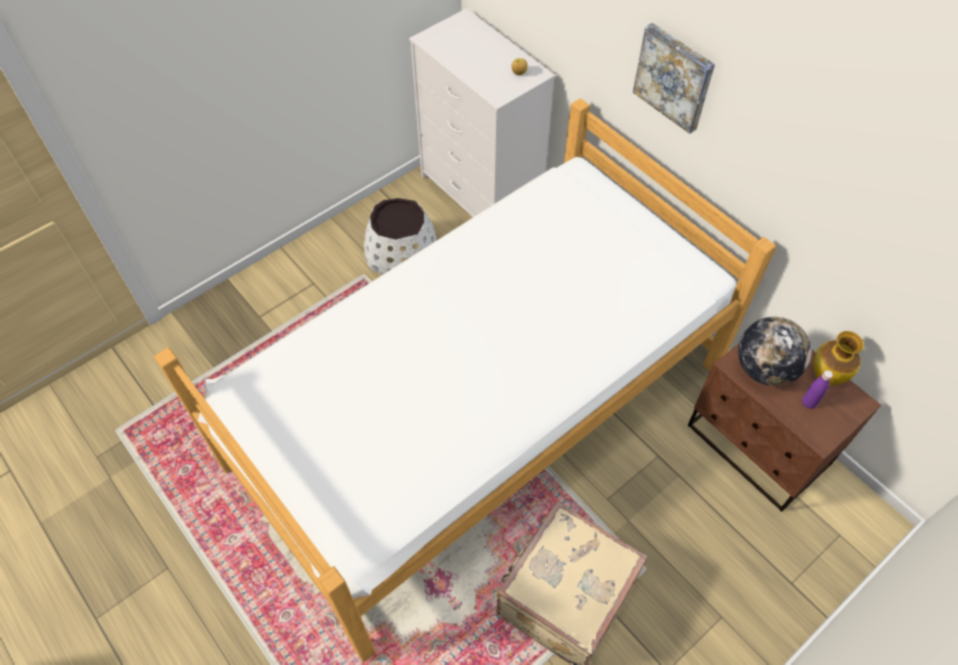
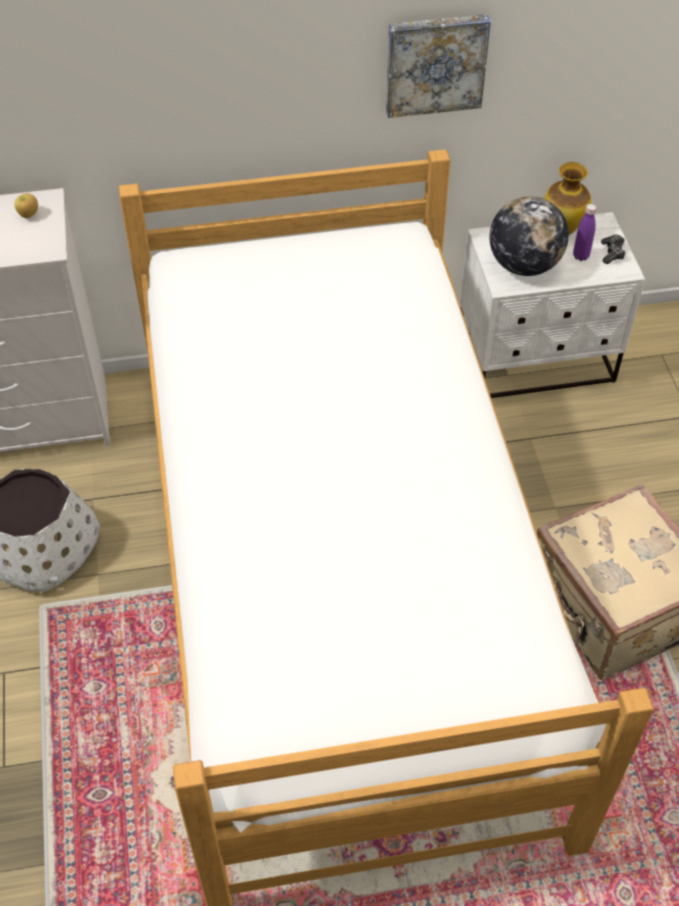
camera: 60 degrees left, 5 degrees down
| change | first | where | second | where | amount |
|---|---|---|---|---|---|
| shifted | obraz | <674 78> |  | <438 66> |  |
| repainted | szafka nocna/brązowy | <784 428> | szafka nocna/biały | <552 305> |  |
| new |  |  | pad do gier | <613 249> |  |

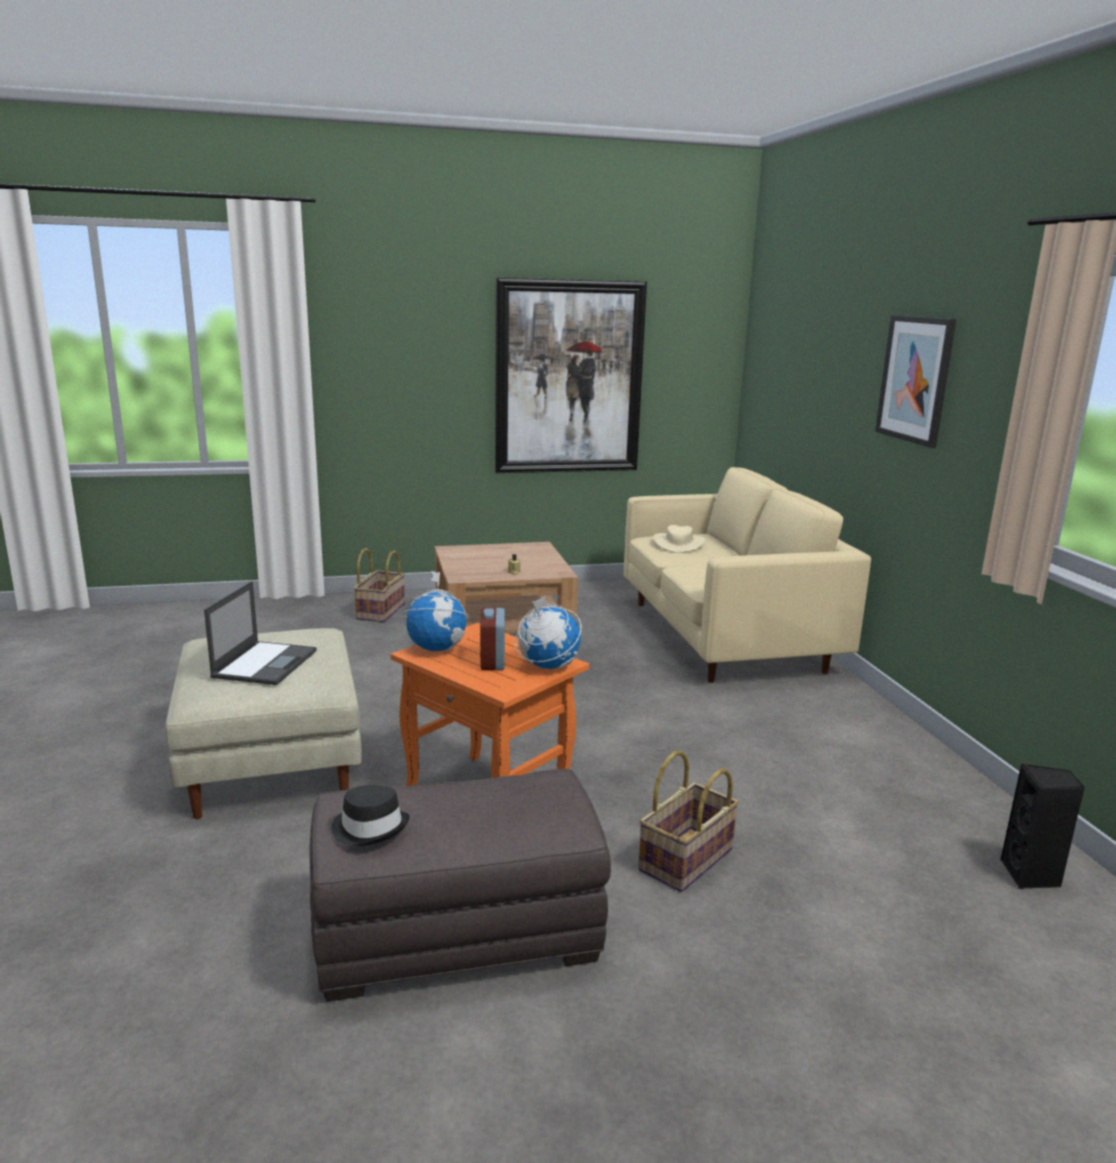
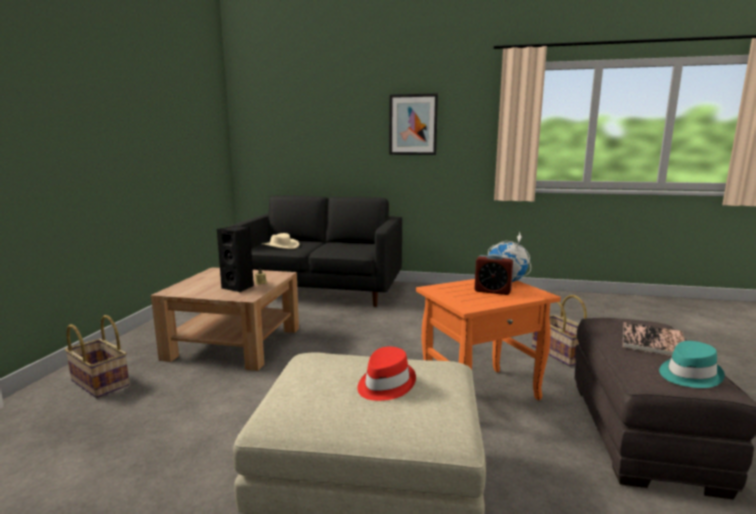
camera: 65 degrees left, 5 degrees down
| change | first | where | second | where | amount |
|---|---|---|---|---|---|
| swapped | laptop | <260 633> | kapelusz/czerwony | <386 374> |  |
| repainted | kapelusz/czarny | <370 815> | kapelusz/turkusowy | <692 364> |  |
| gone | globus | <436 611> |  |  |  |
| gone | obraz | <571 375> |  |  |  |
| repainted | kanapa/beżowy | <747 575> | kanapa/czarny | <316 251> |  |
| shifted | głośnik/czarny | <1042 826> |  | <235 259> |  |
| new |  |  | książka | <654 339> |  |

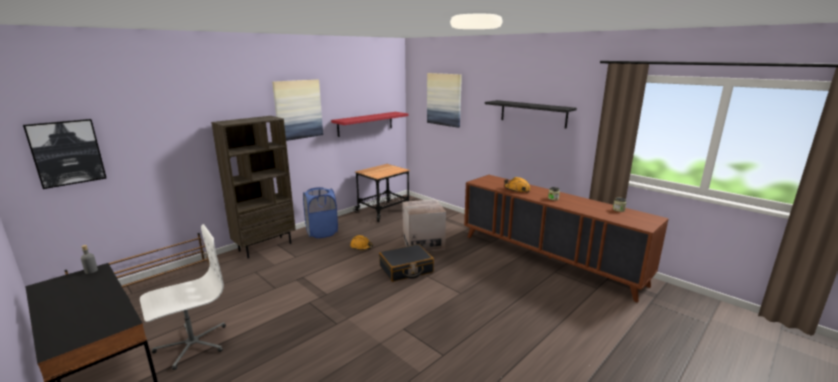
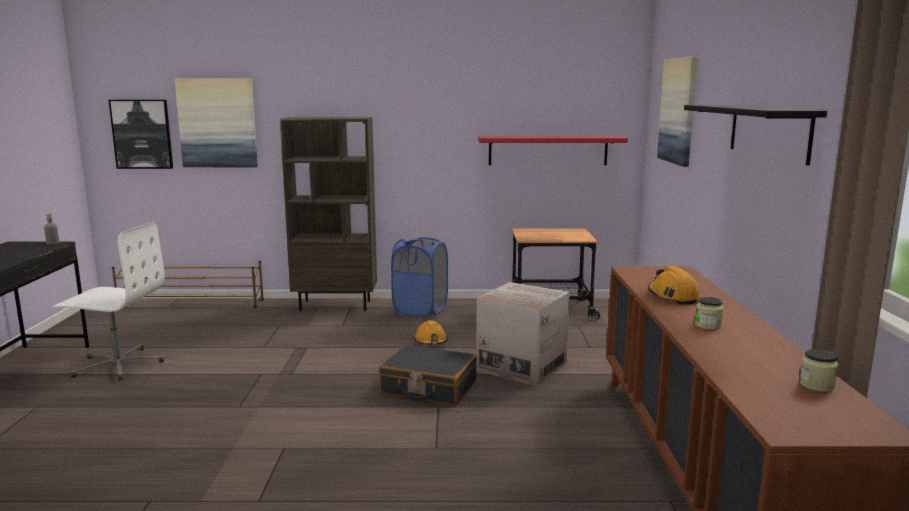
camera: 45 degrees right, 5 degrees down
| change | first | where | second | where | amount |
|---|---|---|---|---|---|
| shifted | obraz | <297 110> |  | <216 122> |  |

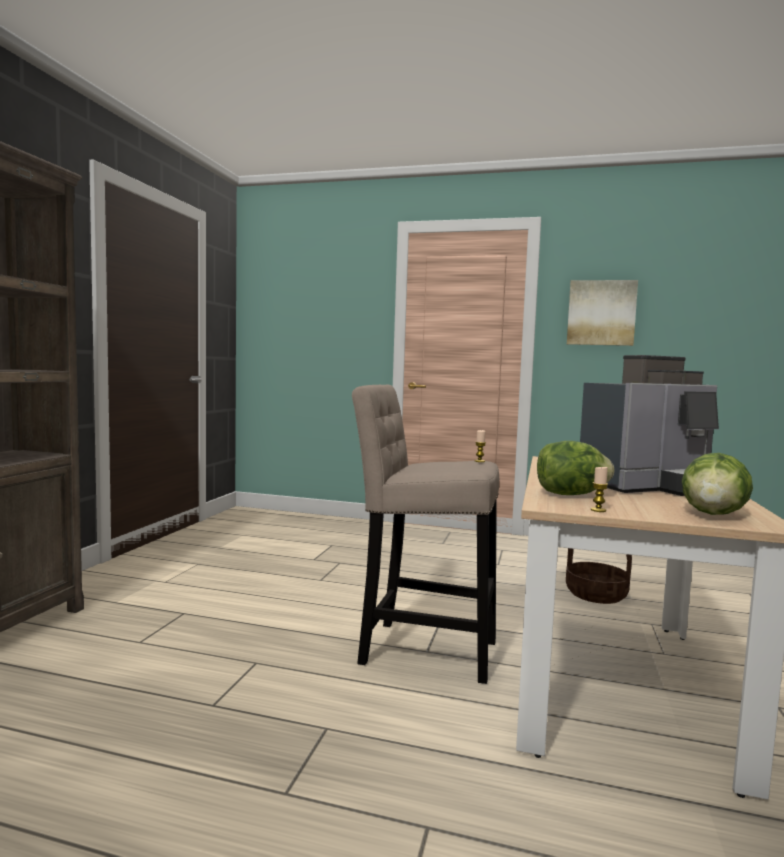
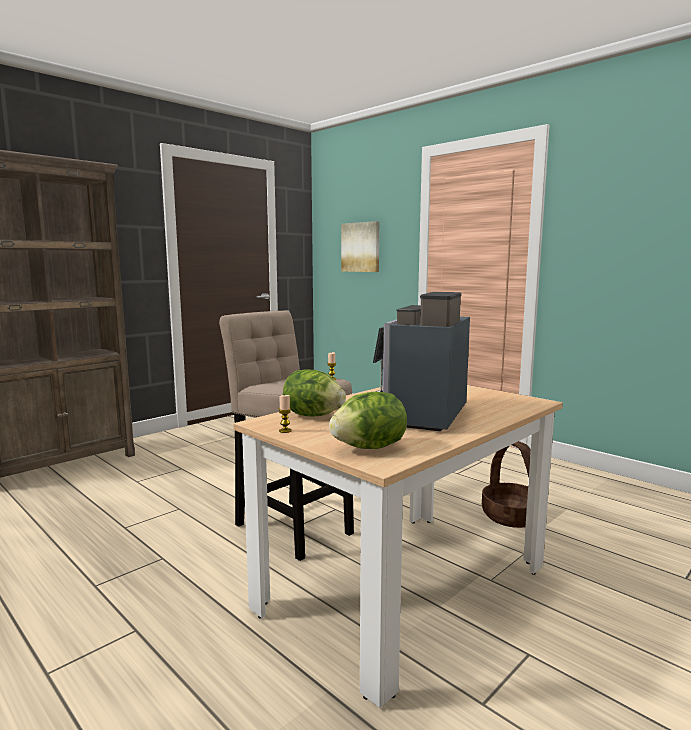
camera: 30 degrees right, 5 degrees up
| change | first | where | second | where | amount |
|---|---|---|---|---|---|
| shifted | obraz | <602 313> |  | <360 246> |  |
| rotated | ekspres do kawy | <649 425> |  | <421 361> | 105 degrees clockwise |

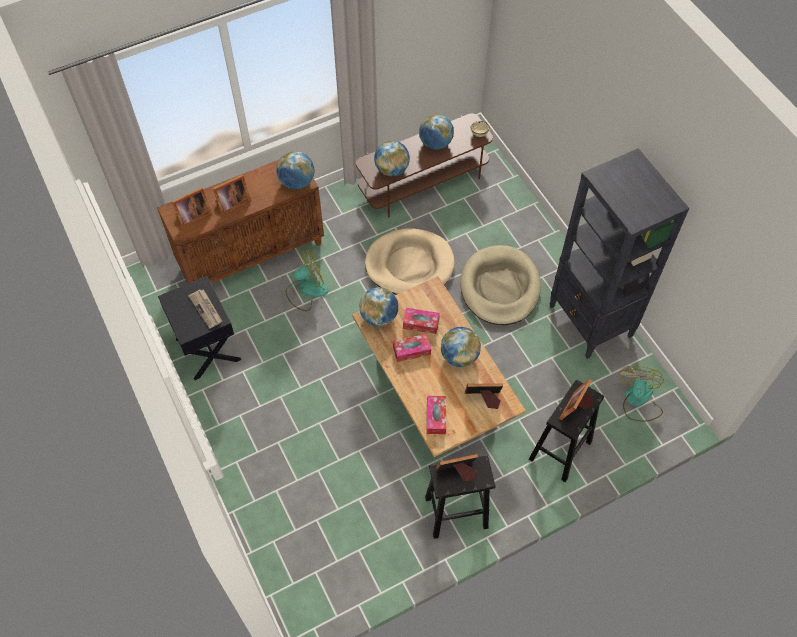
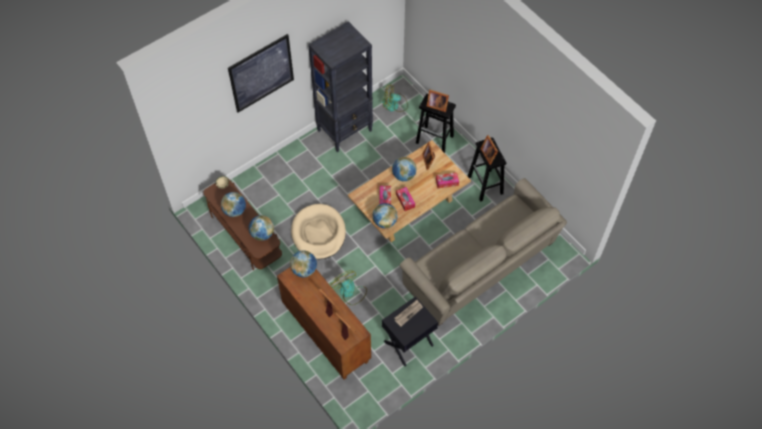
camera: 100 degrees left, 0 degrees up
| change | first | where | second | where | amount |
|---|---|---|---|---|---|
| gone | legowisko/beżowy | <500 285> |  |  |  |
| new |  |  | obraz | <261 73> |  |
| new |  |  | kanapa/beżowy | <483 252> |  |

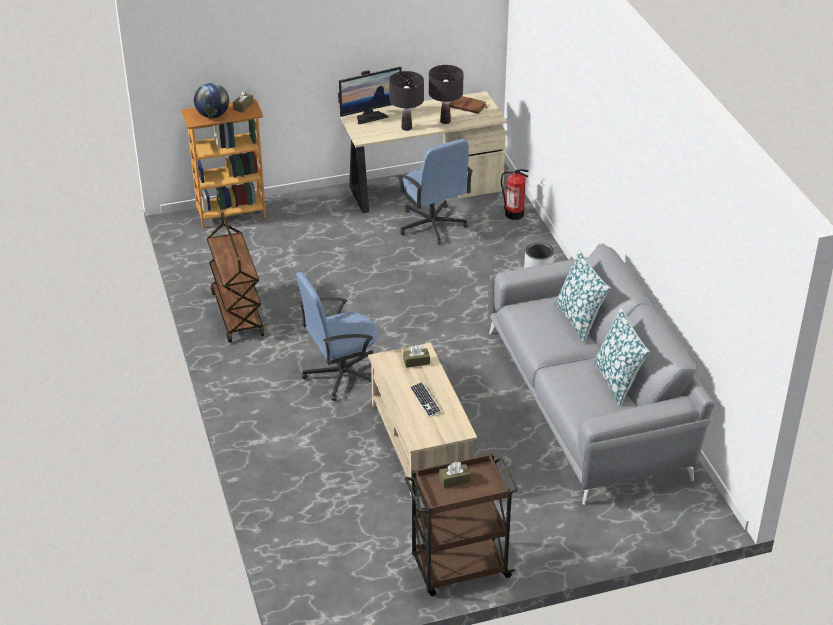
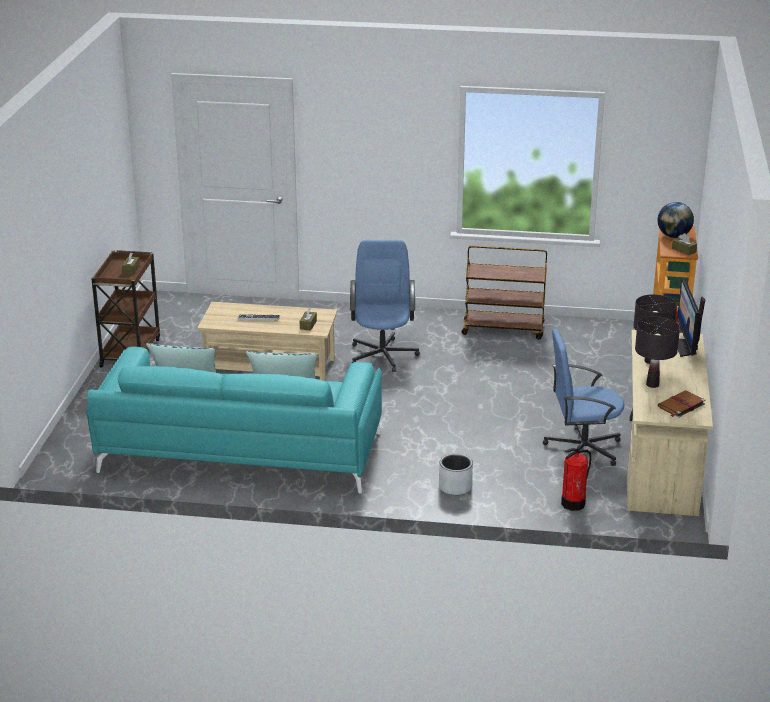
camera: 115 degrees right, 10 degrees down
| change | first | where | second | where | amount |
|---|---|---|---|---|---|
| repainted | kanapa/szary | <601 374> | kanapa/turkusowy | <234 420> |  |

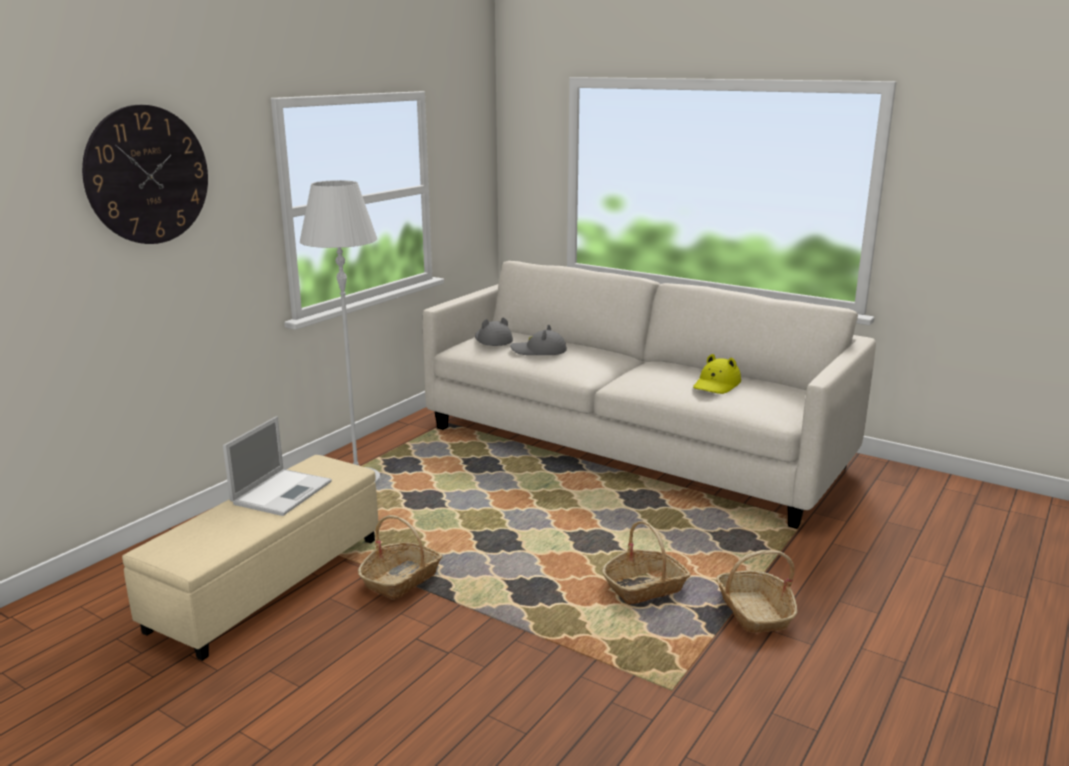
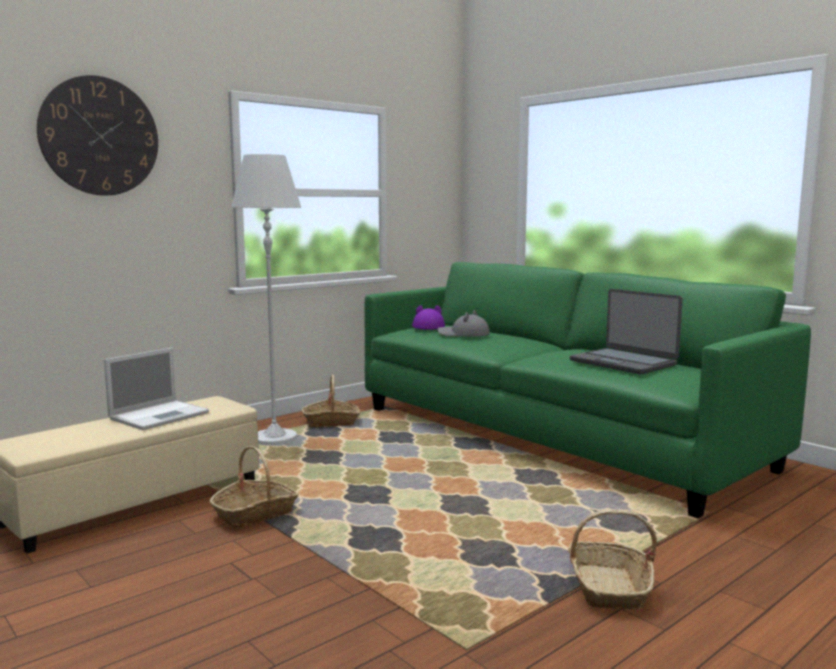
camera: 15 degrees right, 10 degrees down
| change | first | where | second | where | amount |
|---|---|---|---|---|---|
| repainted | kanapa/biały | <649 395> | kanapa/zielony | <587 390> |  |
| repainted | kapelusz/szary | <494 332> | kapelusz/fioletowy | <428 317> |  |
| shifted | koszyk | <646 562> |  | <331 401> |  |
| swapped | kapelusz/żółty | <717 374> | laptop | <626 331> |  |

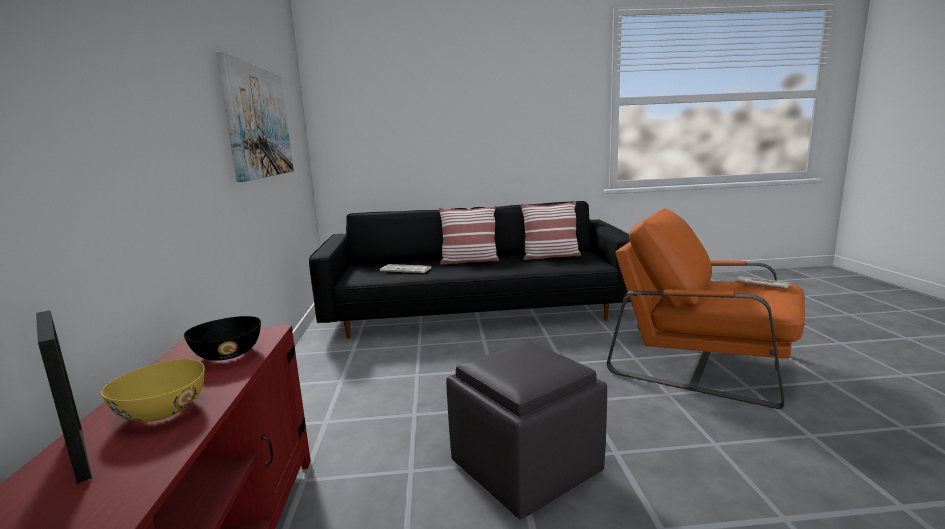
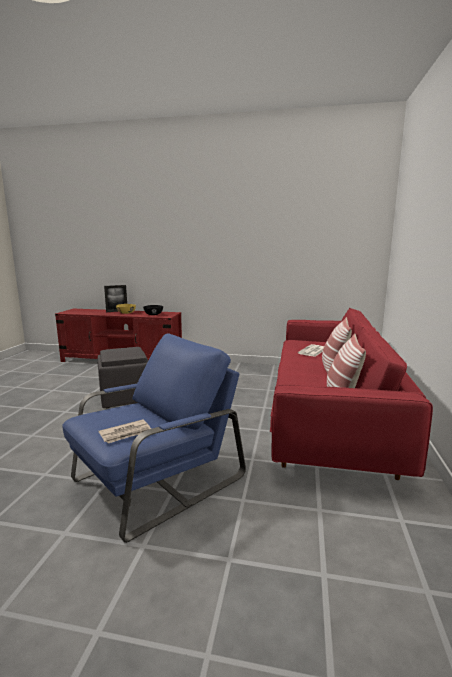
camera: 105 degrees right, 0 degrees up
| change | first | where | second | where | amount |
|---|---|---|---|---|---|
| gone | obraz | <255 116> |  |  |  |
| repainted | kanapa/czarny | <470 270> | kanapa/czerwony | <351 394> |  |
| repainted | fotel/pomarańczowy | <706 309> | fotel/niebieski | <154 438> |  |

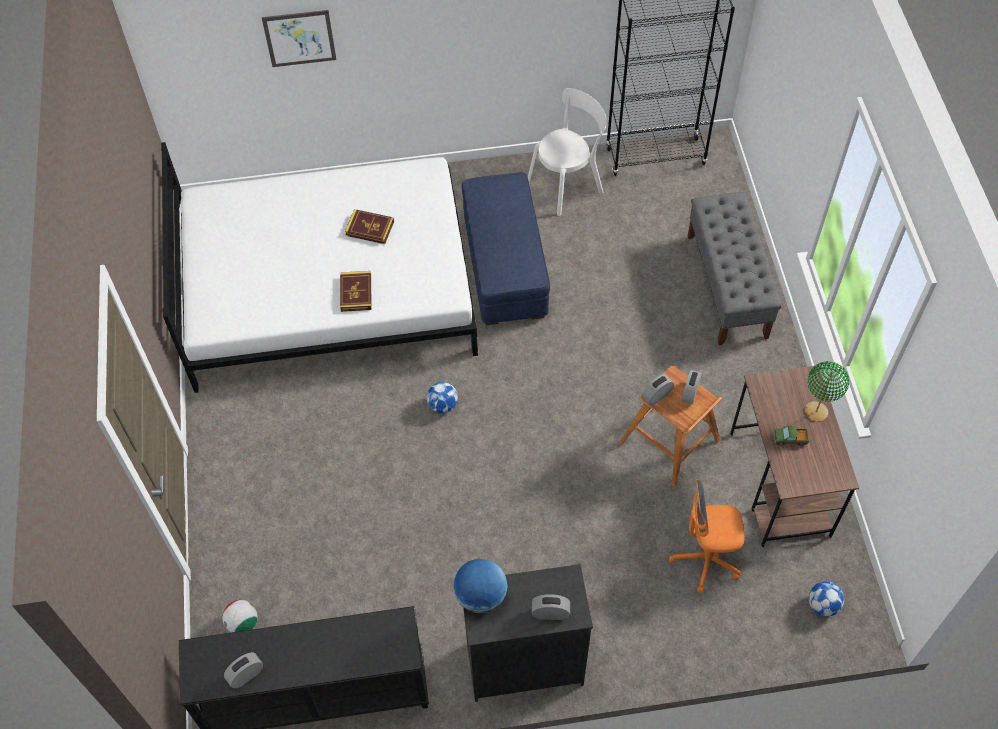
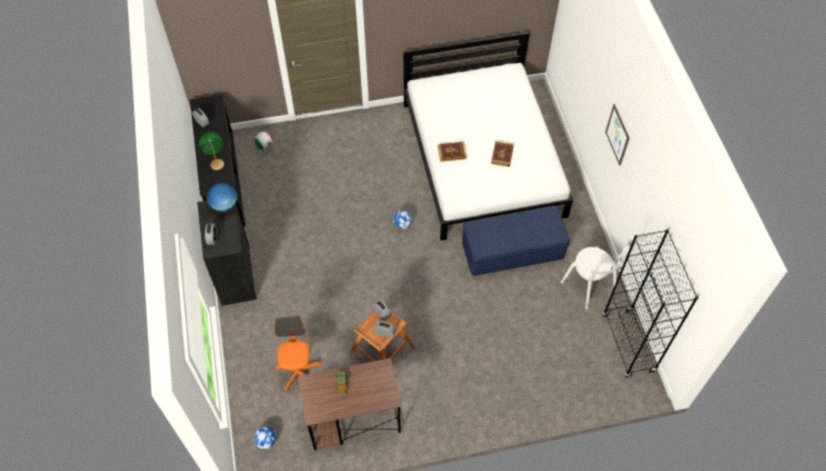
camera: 85 degrees right, 0 degrees up
| change | first | where | second | where | amount |
|---|---|---|---|---|---|
| shifted | obraz | <299 38> |  | <617 135> |  |
| gone | ławka/szary | <735 268> |  |  |  |
| shifted | lampa stołowa/zielony | <827 391> |  | <211 151> |  |

